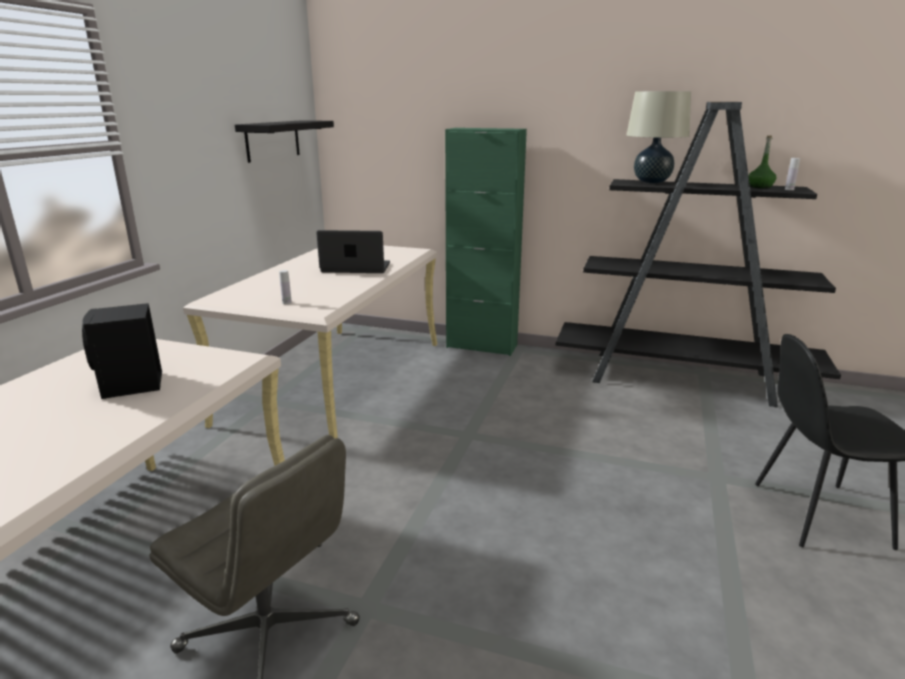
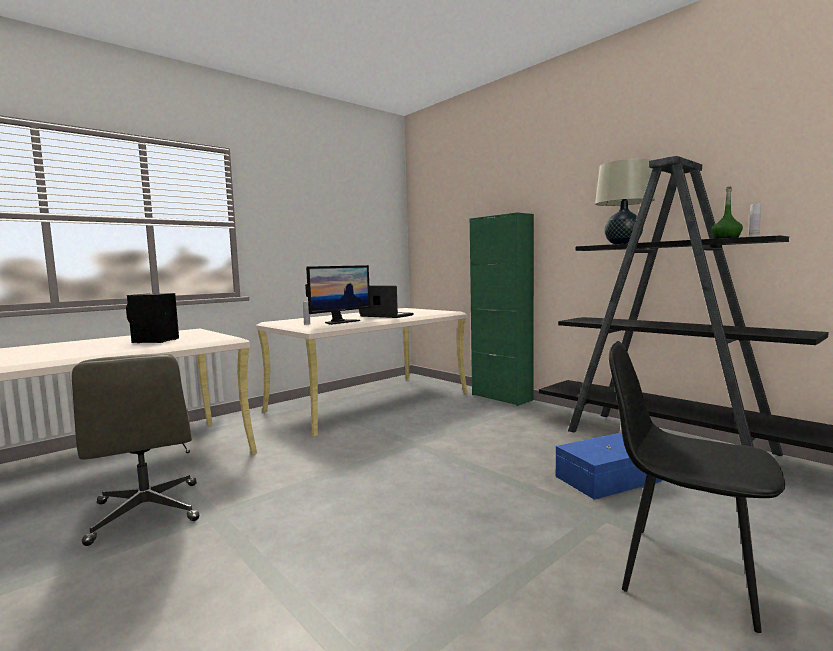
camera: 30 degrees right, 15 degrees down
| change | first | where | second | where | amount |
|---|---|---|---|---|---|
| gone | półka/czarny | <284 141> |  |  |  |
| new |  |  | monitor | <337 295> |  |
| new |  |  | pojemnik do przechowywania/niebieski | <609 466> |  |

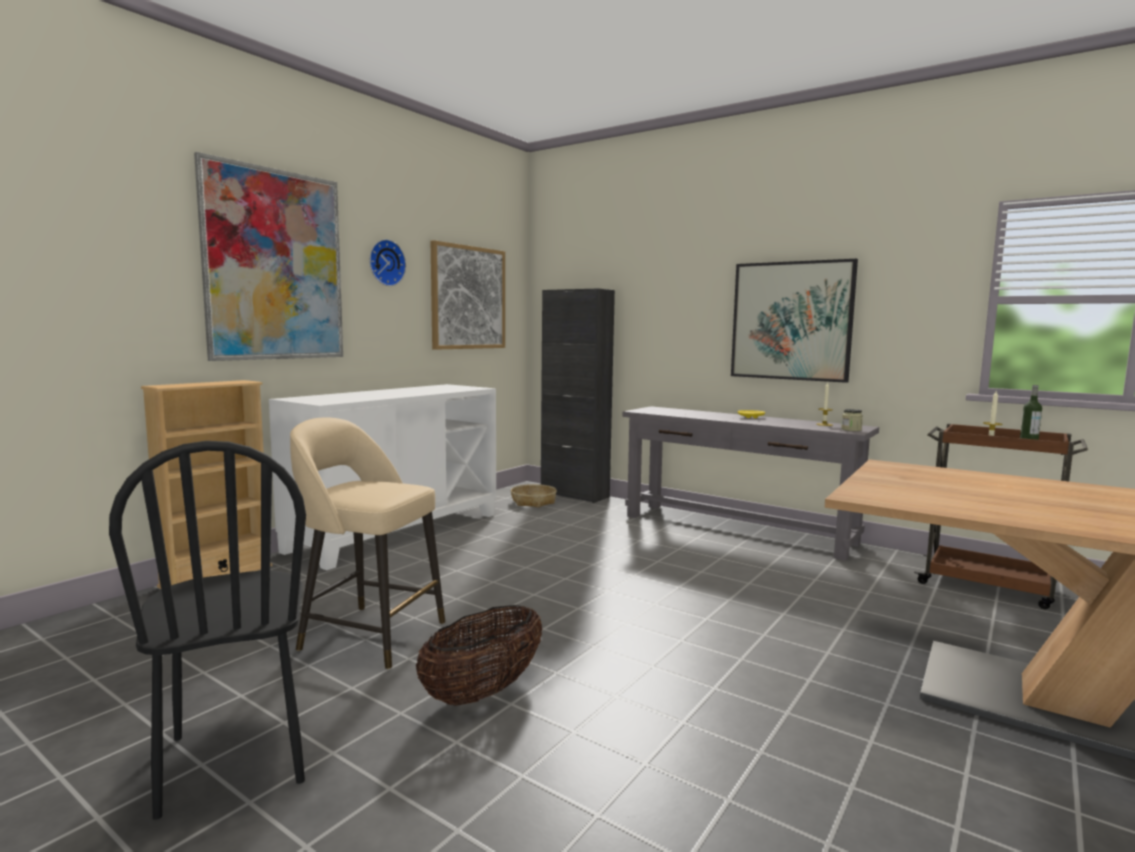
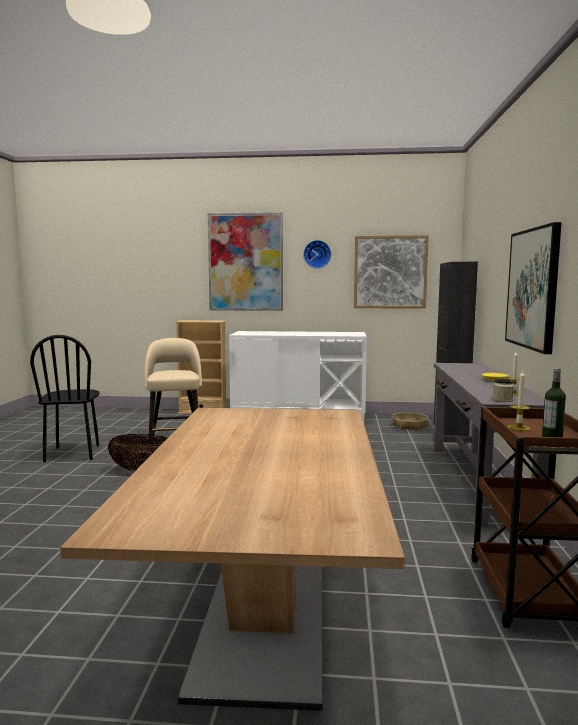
camera: 60 degrees right, 0 degrees up
| change | first | where | second | where | amount |
|---|---|---|---|---|---|
| rotated | krzesło/czarny | <207 630> |  | <65 398> | 45 degrees counterclockwise |

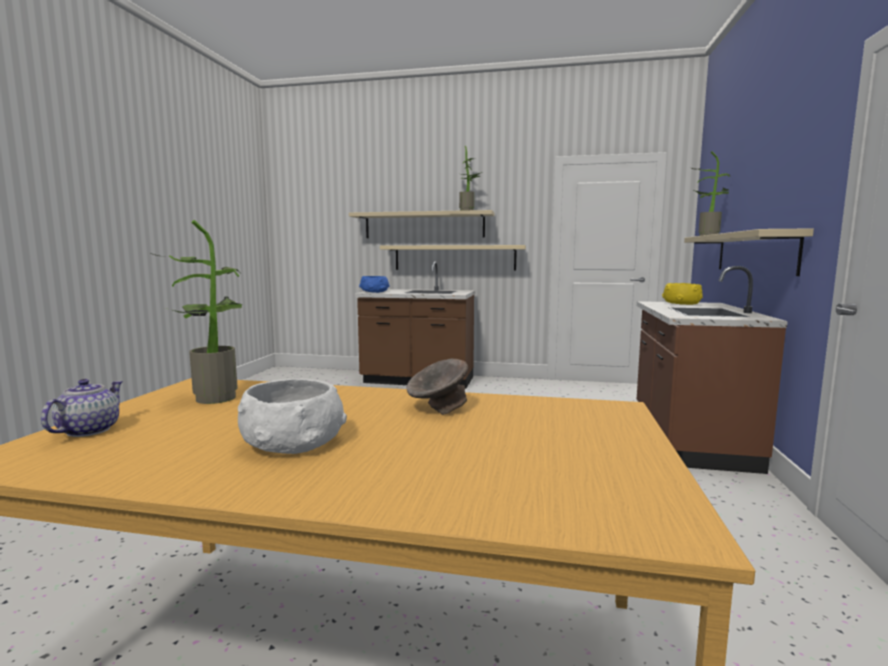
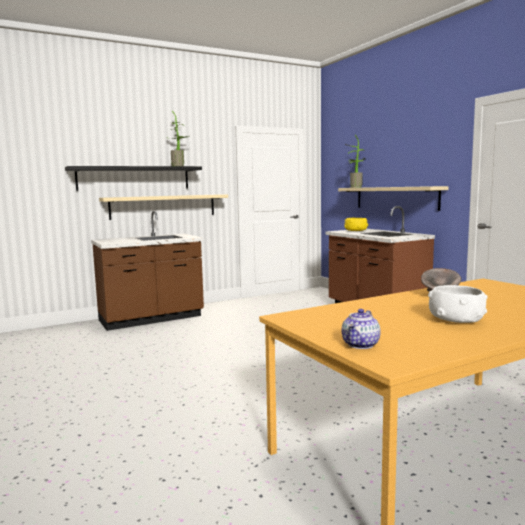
camera: 40 degrees left, 0 degrees up
| change | first | where | second | where | amount |
|---|---|---|---|---|---|
| rotated | imbryk | <82 408> |  | <361 329> | 120 degrees counterclockwise |
| gone | roślina doniczkowa | <196 312> |  |  |  |
| repainted | półka/beżowy | <421 224> | półka/czarny | <133 178> |  |
| gone | miska/niebieski | <374 284> |  |  |  |

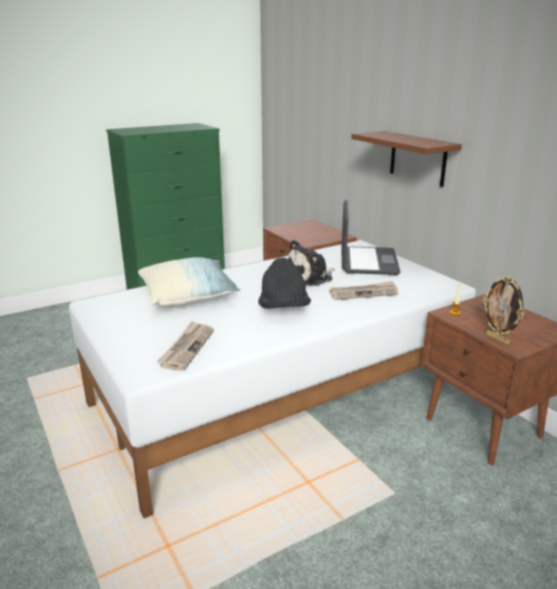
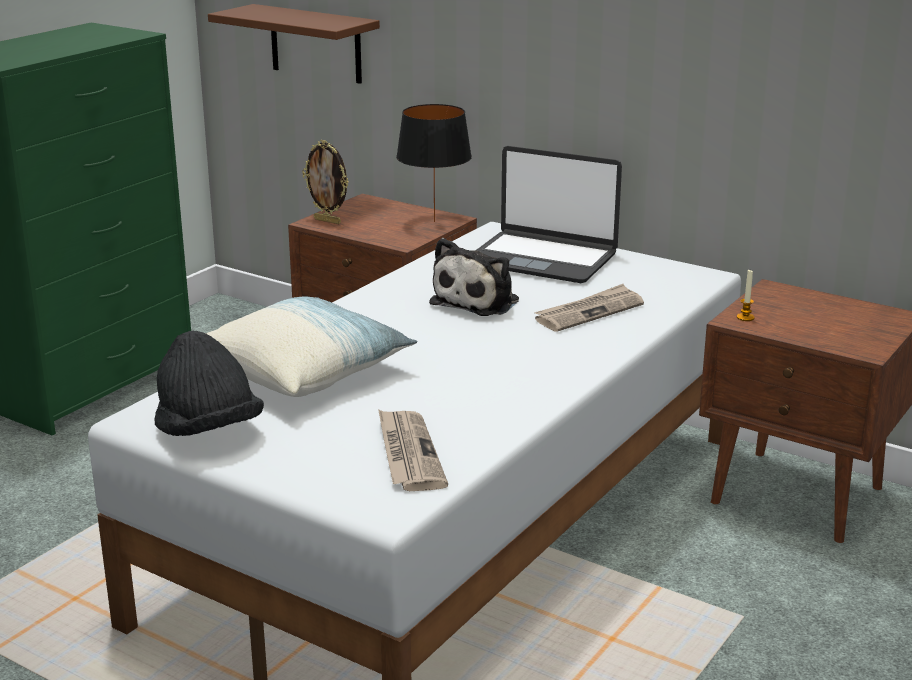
camera: 25 degrees left, 0 degrees up
| change | first | where | second | where | amount |
|---|---|---|---|---|---|
| shifted | kapelusz/czarny | <284 283> |  | <209 383> |  |
| rotated | laptop | <371 237> |  | <549 214> | 135 degrees clockwise |
| shifted | półka/brązowy | <406 159> |  | <294 44> |  |
| shifted | ramka na zdjęcie | <503 310> |  | <325 182> |  |
| new |  |  | lampa stołowa/czarny | <434 163> |  |

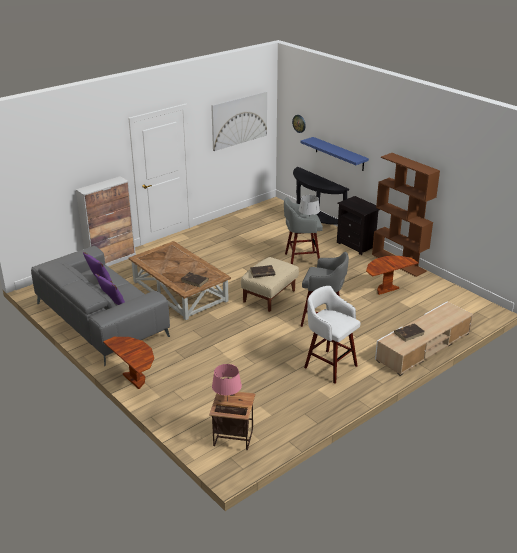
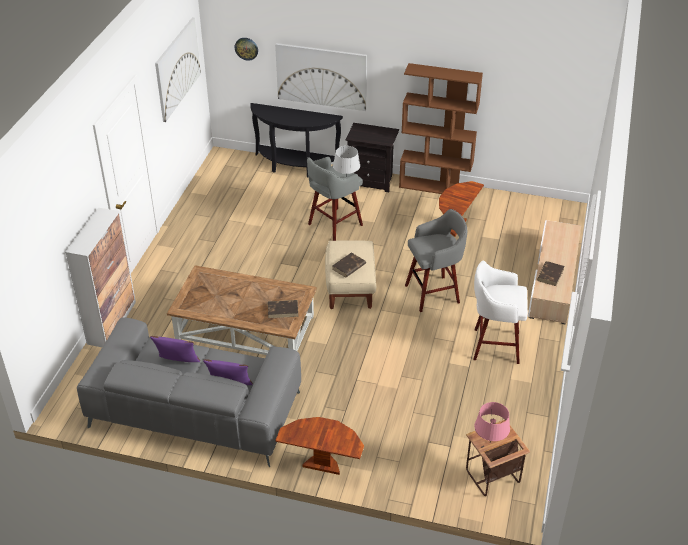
camera: 35 degrees left, 10 degrees up
| change | first | where | second | where | amount |
|---|---|---|---|---|---|
| swapped | półka/niebieski | <335 154> | obraz | <321 77> |  |

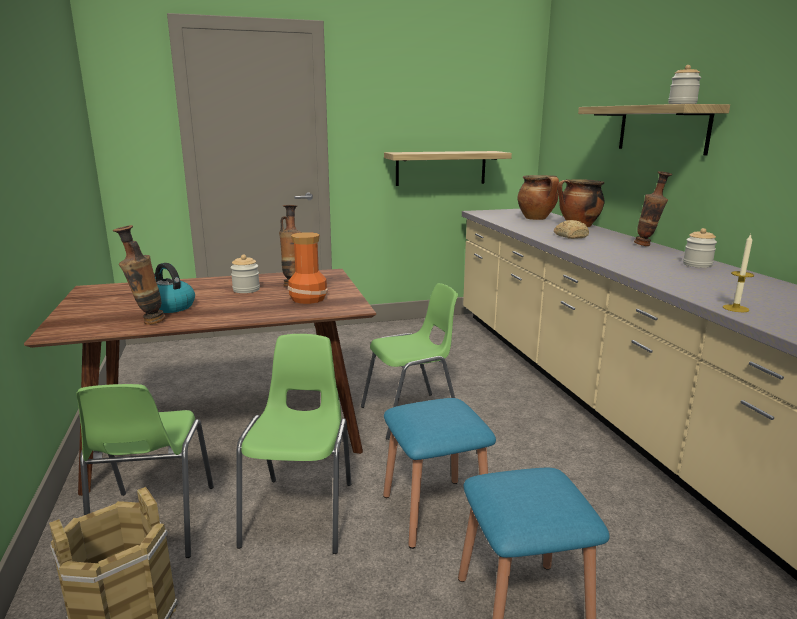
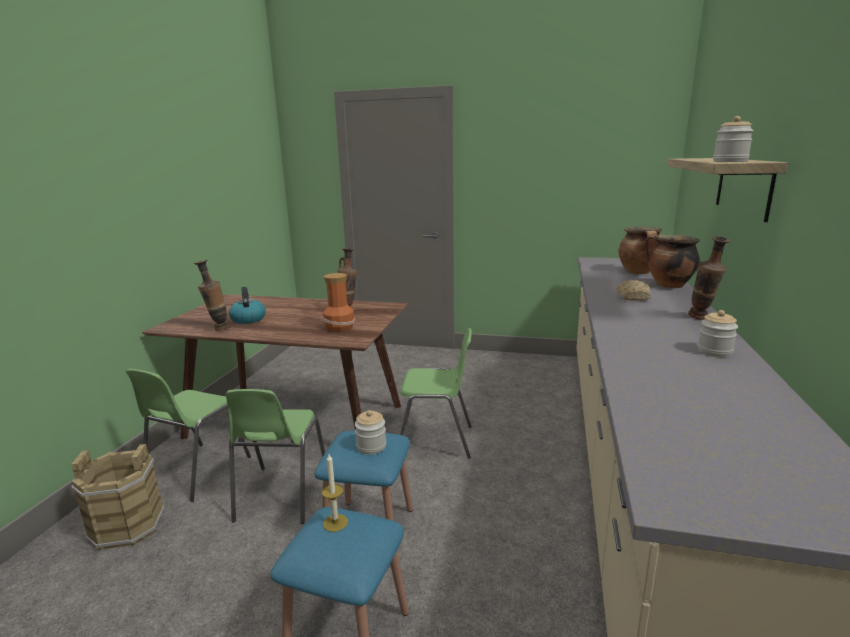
camera: 30 degrees right, 0 degrees up
| change | first | where | second | where | amount |
|---|---|---|---|---|---|
| shifted | słoik | <245 274> |  | <370 432> |  |
| rotated | krzesło/zielony | <294 444> |  | <275 456> | 150 degrees clockwise |
| gone | półka | <448 168> |  |  |  |
| shifted | świeca | <738 273> |  | <335 493> |  |

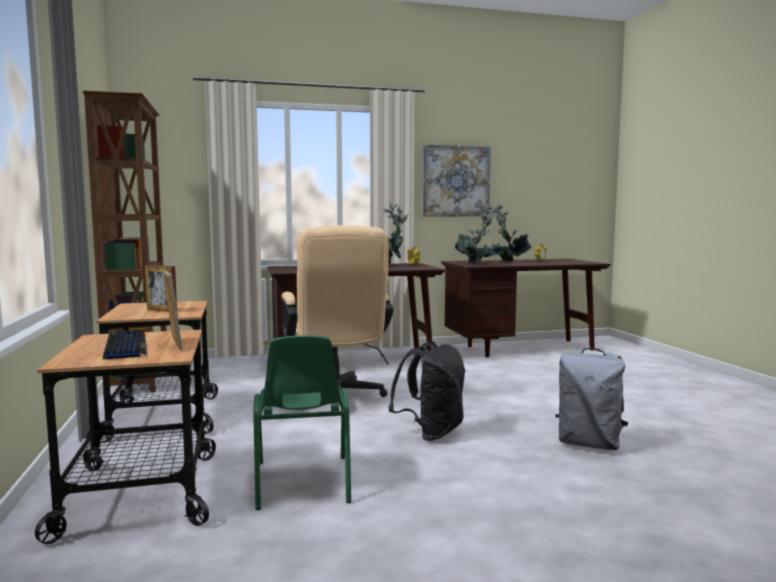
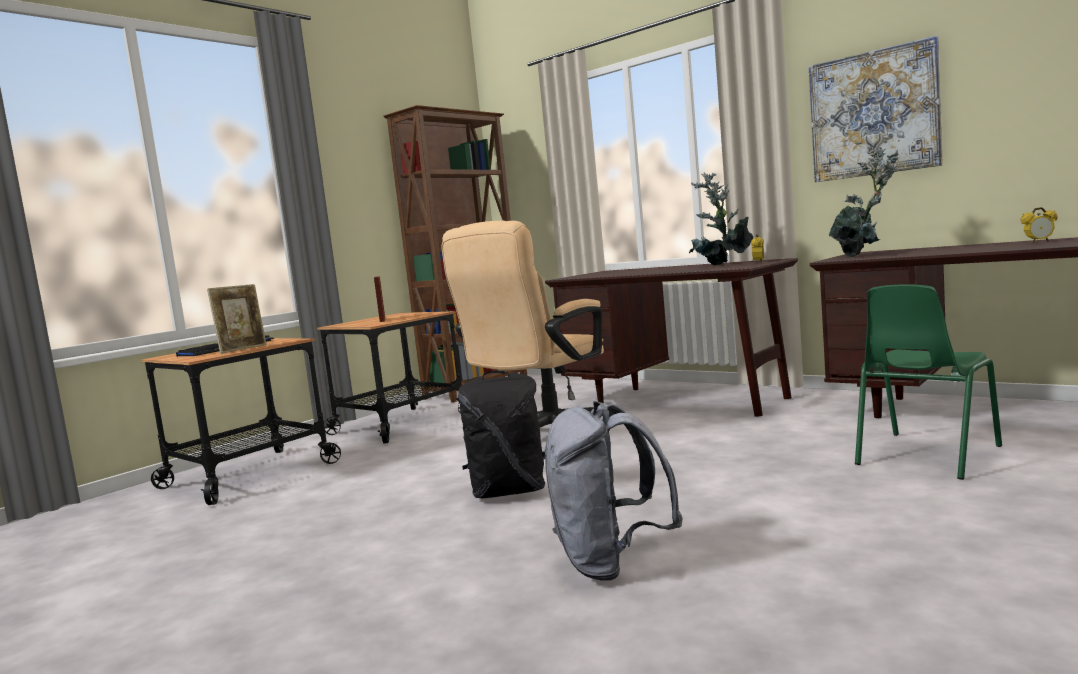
camera: 55 degrees right, 0 degrees up
| change | first | where | second | where | amount |
|---|---|---|---|---|---|
| shifted | krzesło/zielony | <302 422> |  | <928 382> |  |
| gone | roślina doniczkowa | <511 233> |  |  |  |

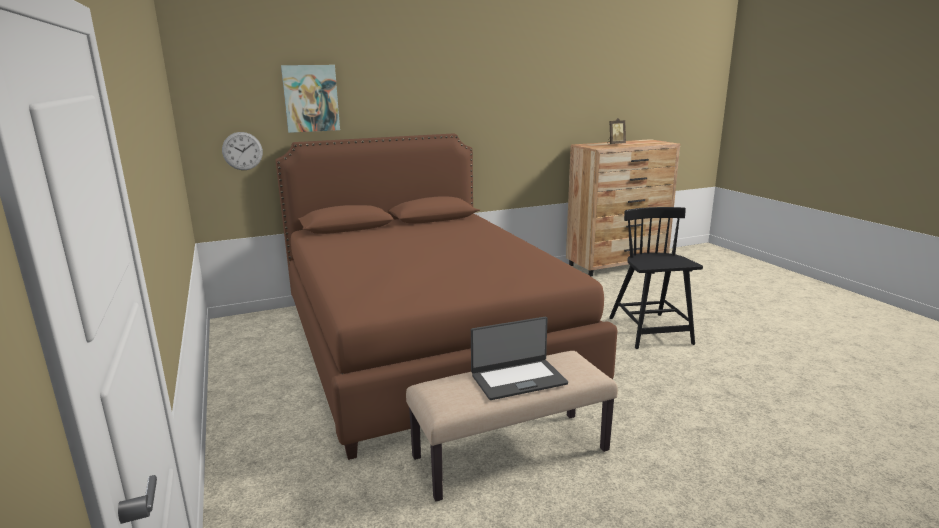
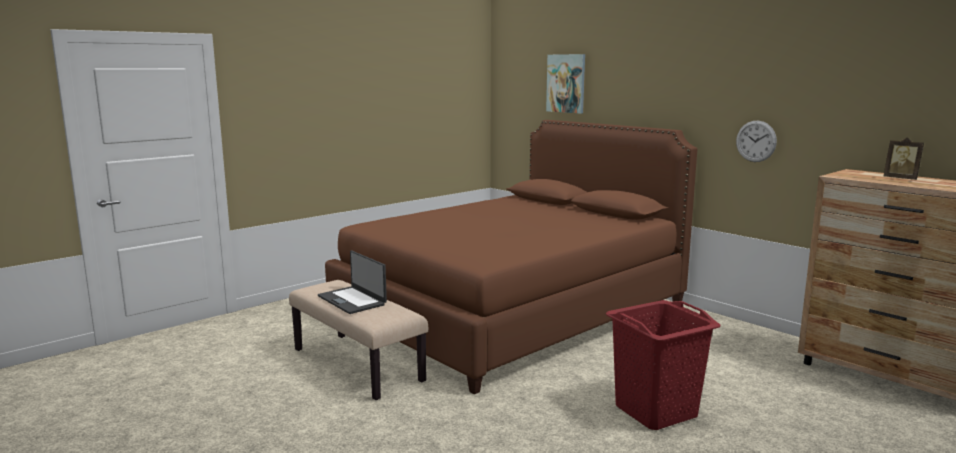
camera: 70 degrees right, 5 degrees down
| change | first | where | second | where | amount |
|---|---|---|---|---|---|
| shifted | zegar ścienny | <242 151> |  | <756 141> |  |
| swapped | krzesło/czarny | <656 278> | kosz na pranie/czerwony | <663 365> |  |

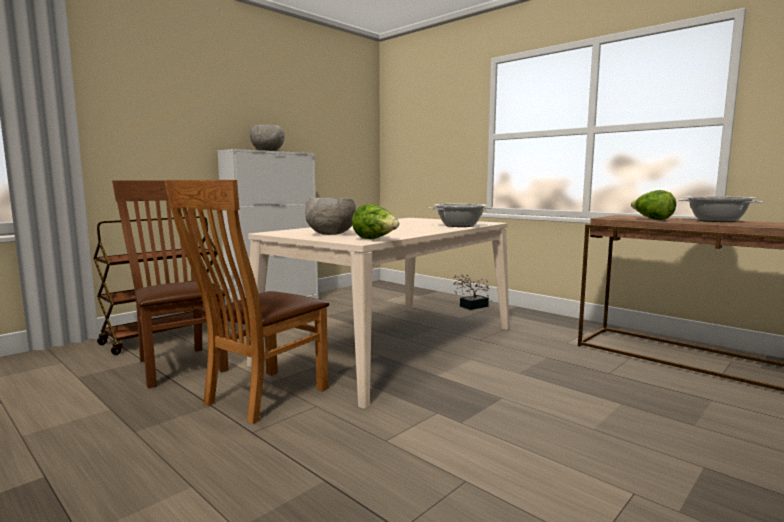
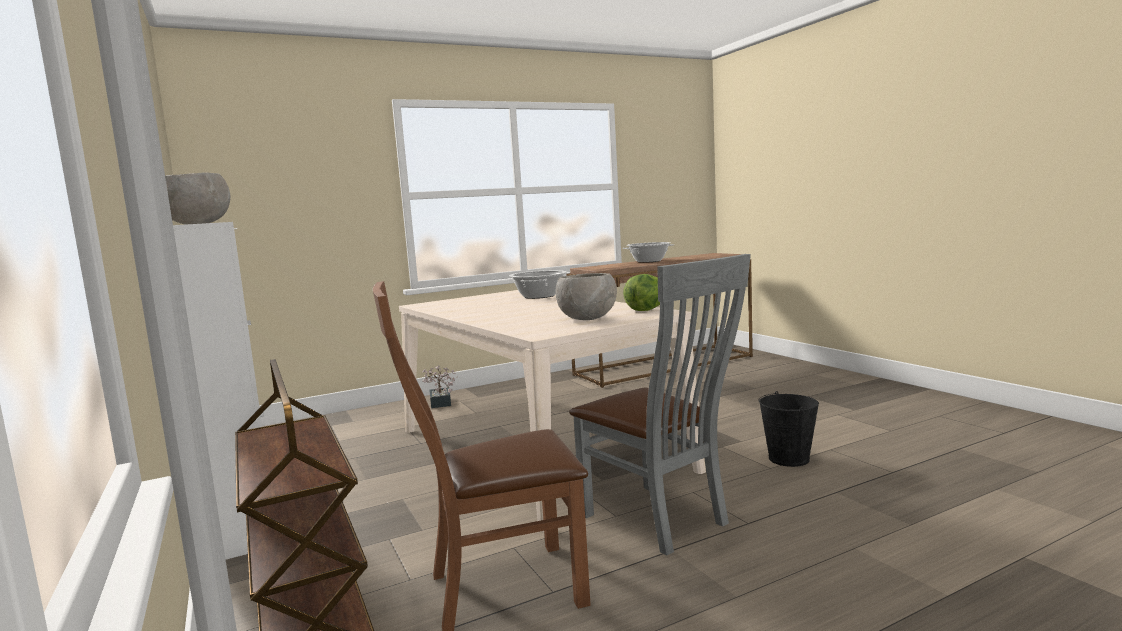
camera: 70 degrees left, 0 degrees up
| change | first | where | second | where | amount |
|---|---|---|---|---|---|
| repainted | krzesło/brązowy | <246 302> | krzesło/szary | <660 405> |  |
| gone | sałata | <653 205> |  |  |  |
| new |  |  | wiadro/czarny | <789 429> |  |

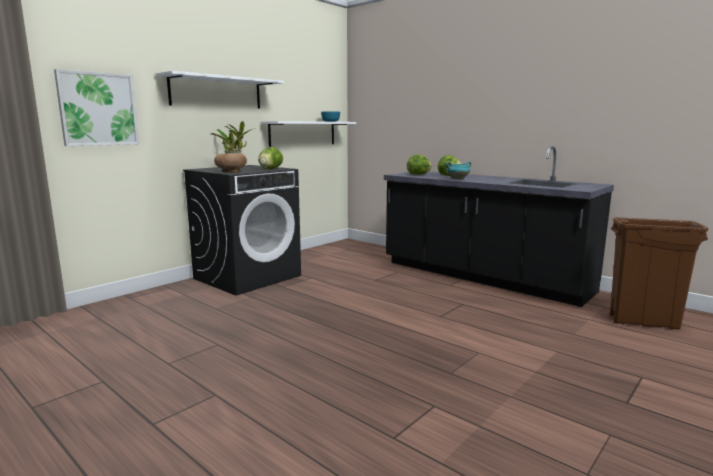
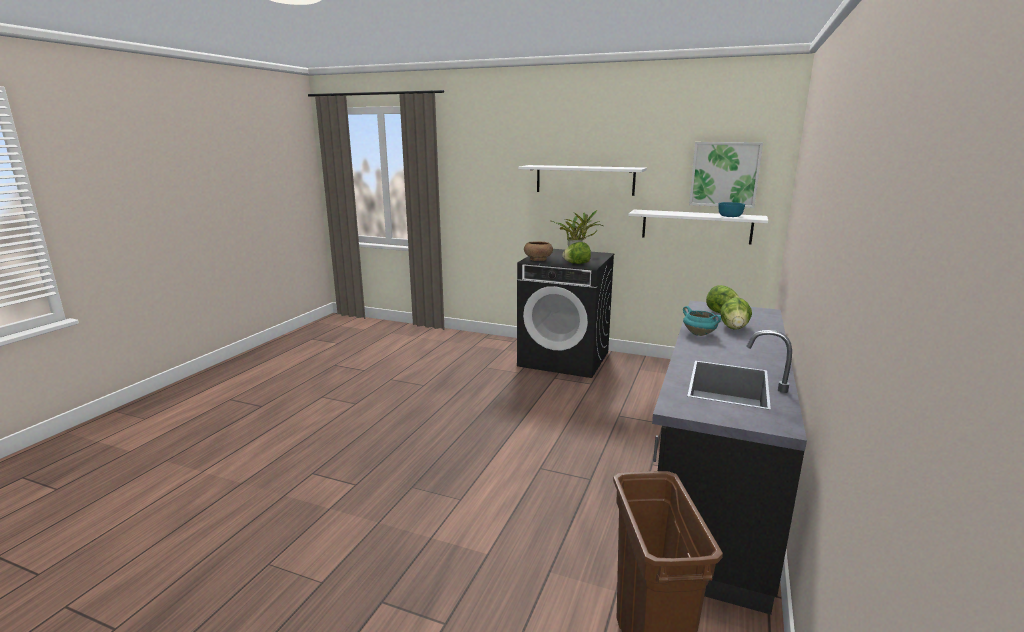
camera: 70 degrees right, 5 degrees up
| change | first | where | second | where | amount |
|---|---|---|---|---|---|
| shifted | obraz | <96 107> |  | <726 175> |  |

